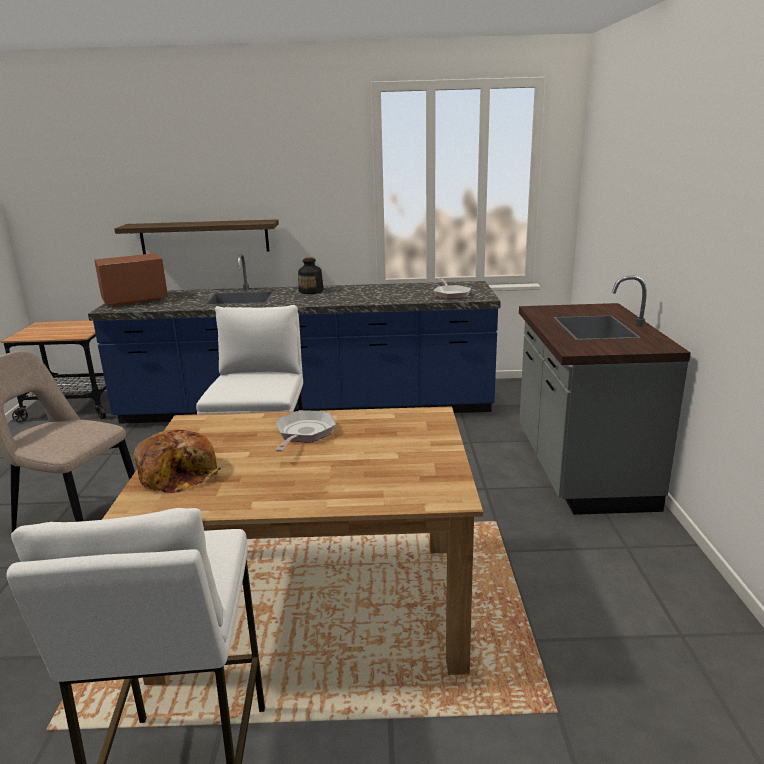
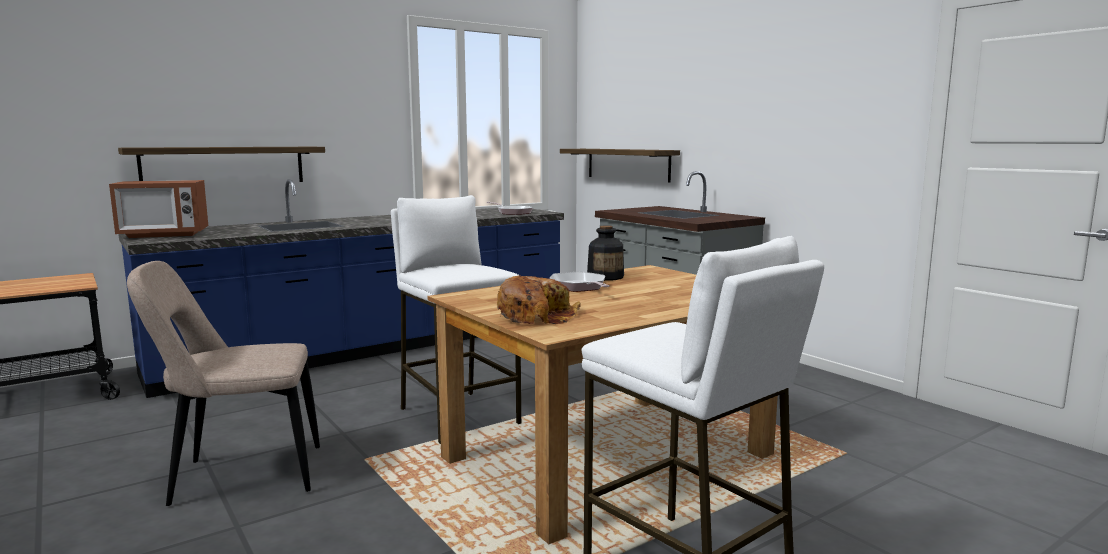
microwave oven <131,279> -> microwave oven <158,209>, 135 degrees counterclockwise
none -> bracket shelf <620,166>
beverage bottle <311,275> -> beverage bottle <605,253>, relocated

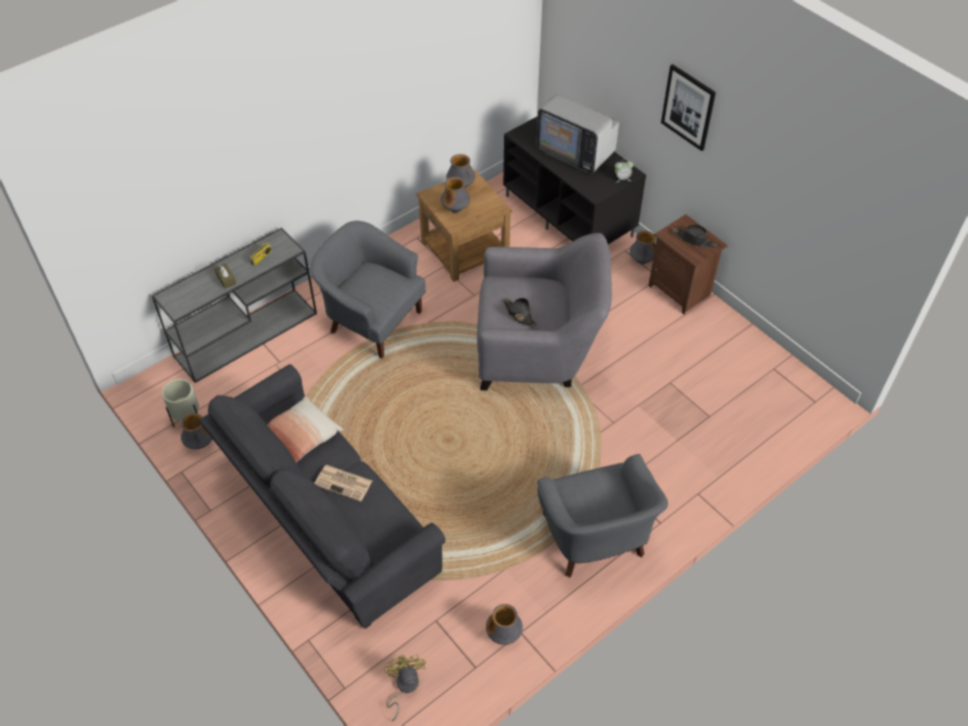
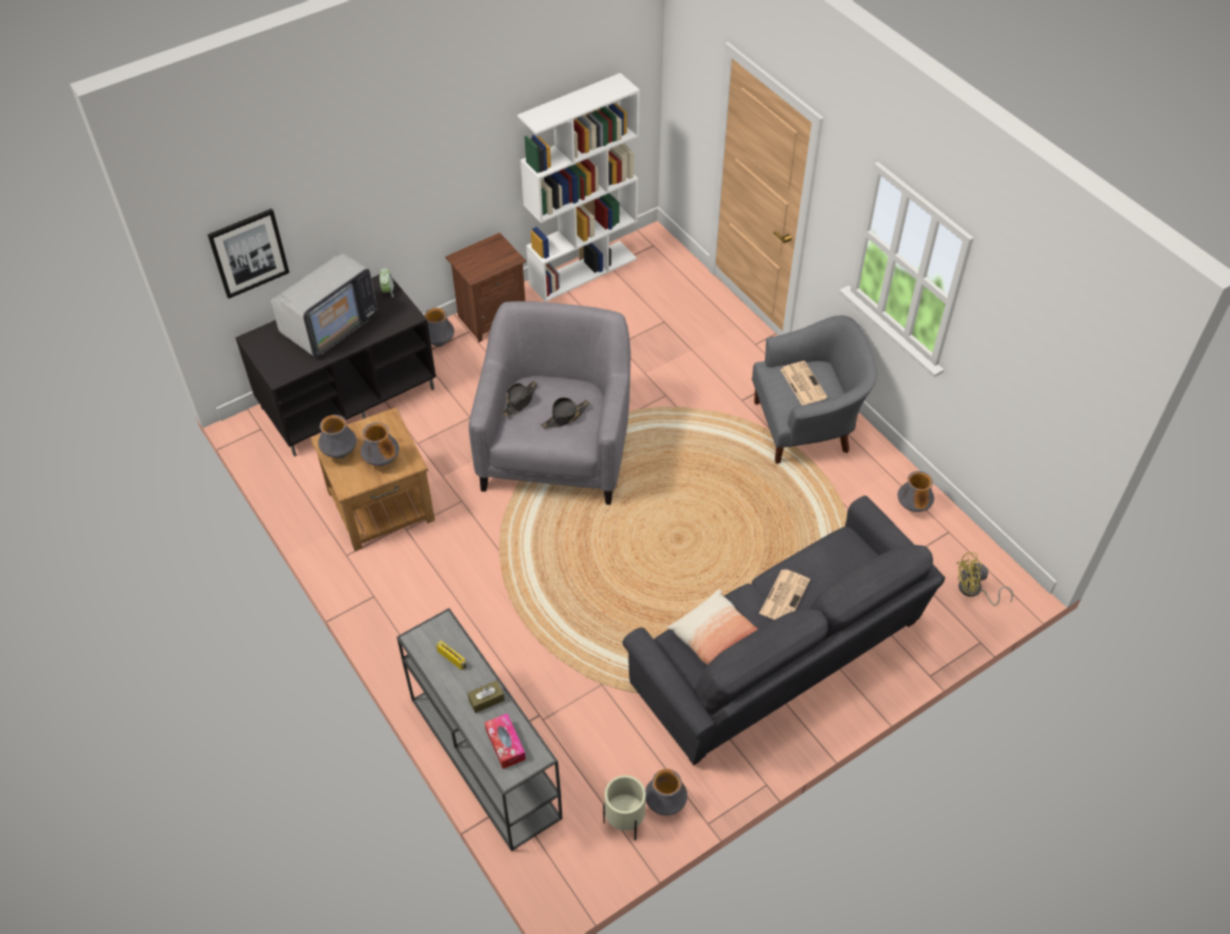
wall art <688,107> -> wall art <248,253>, relocated
none -> tissue holder <505,741>
blackish wearable hat <695,236> -> blackish wearable hat <520,399>, relocated
none -> white-coloured bookcase <578,187>
none -> printed paper <804,383>
greyish easy chair <368,289> -> none

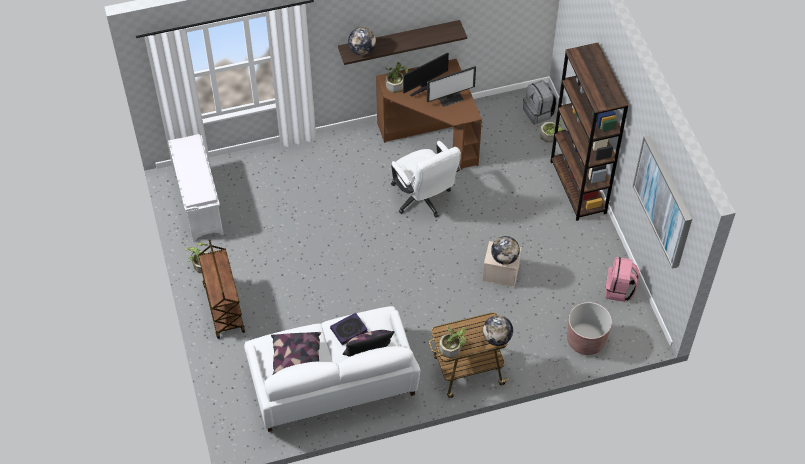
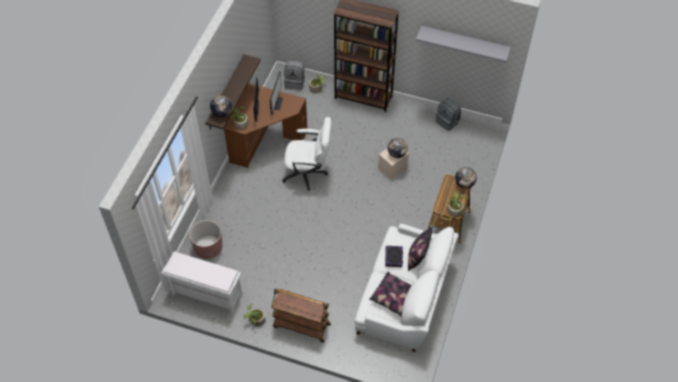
brown planter <589,328> -> brown planter <206,239>, relocated
wall art <662,202> -> greyish bracket shelf <463,44>
pink-coloured rucksack <622,279> -> greyish rucksack <448,114>

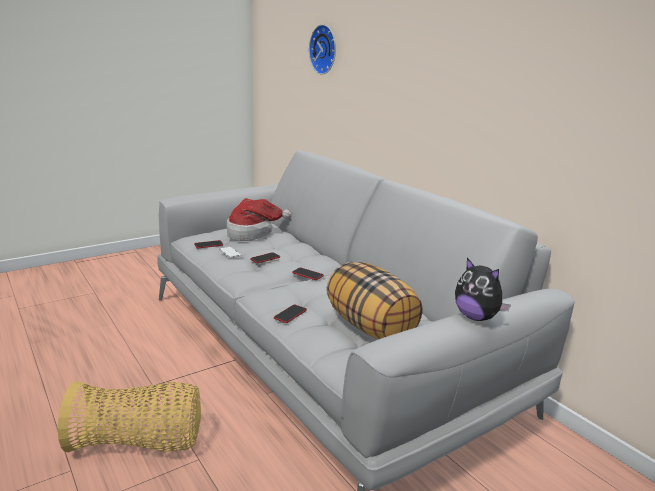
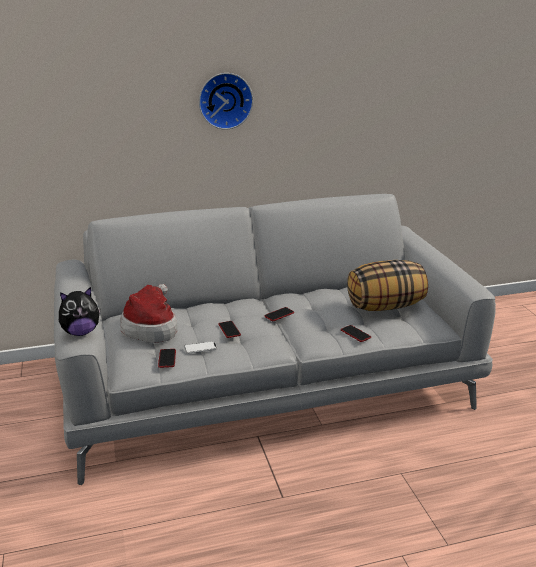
soft toy <483,289> -> soft toy <79,311>, relocated
hanging clock <322,49> -> hanging clock <226,101>, relocated
basket <129,416> -> none

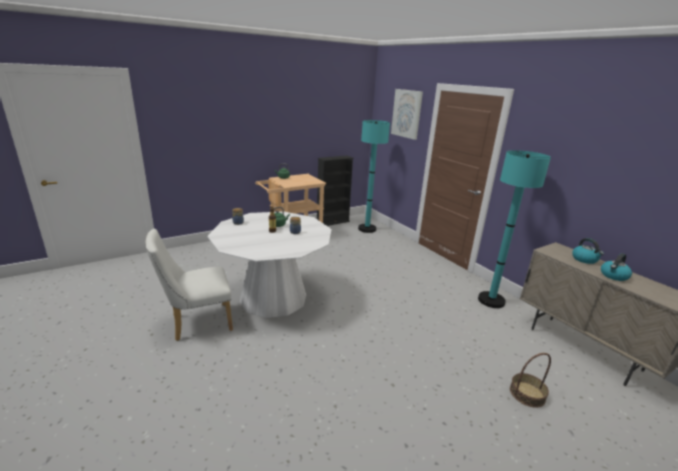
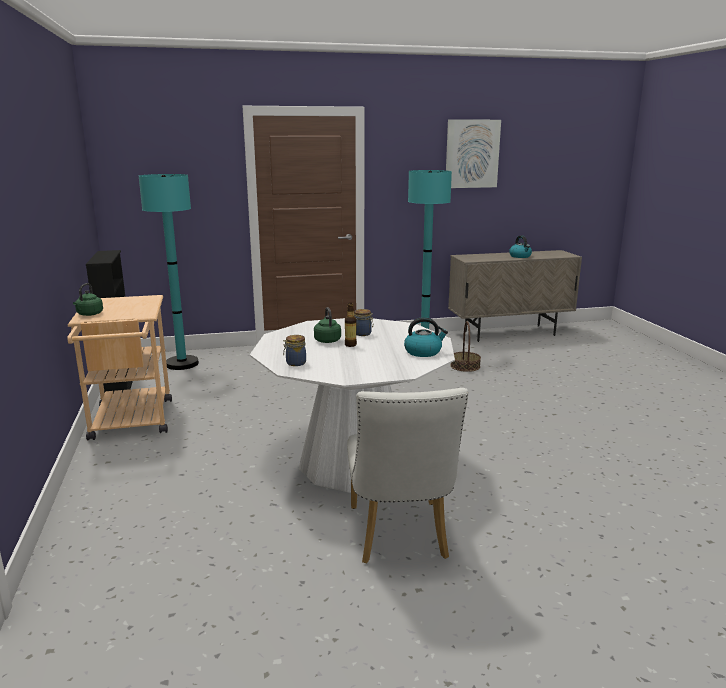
water kettle <588,251> -> water kettle <426,337>, relocated
wall art <407,114> -> wall art <473,153>, relocated
basket <530,380> -> basket <465,346>, relocated

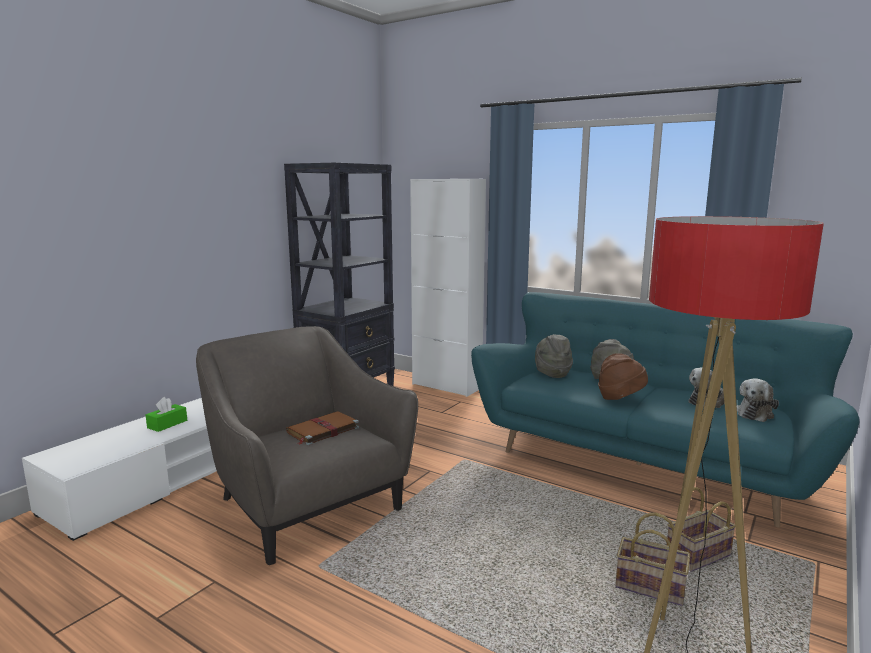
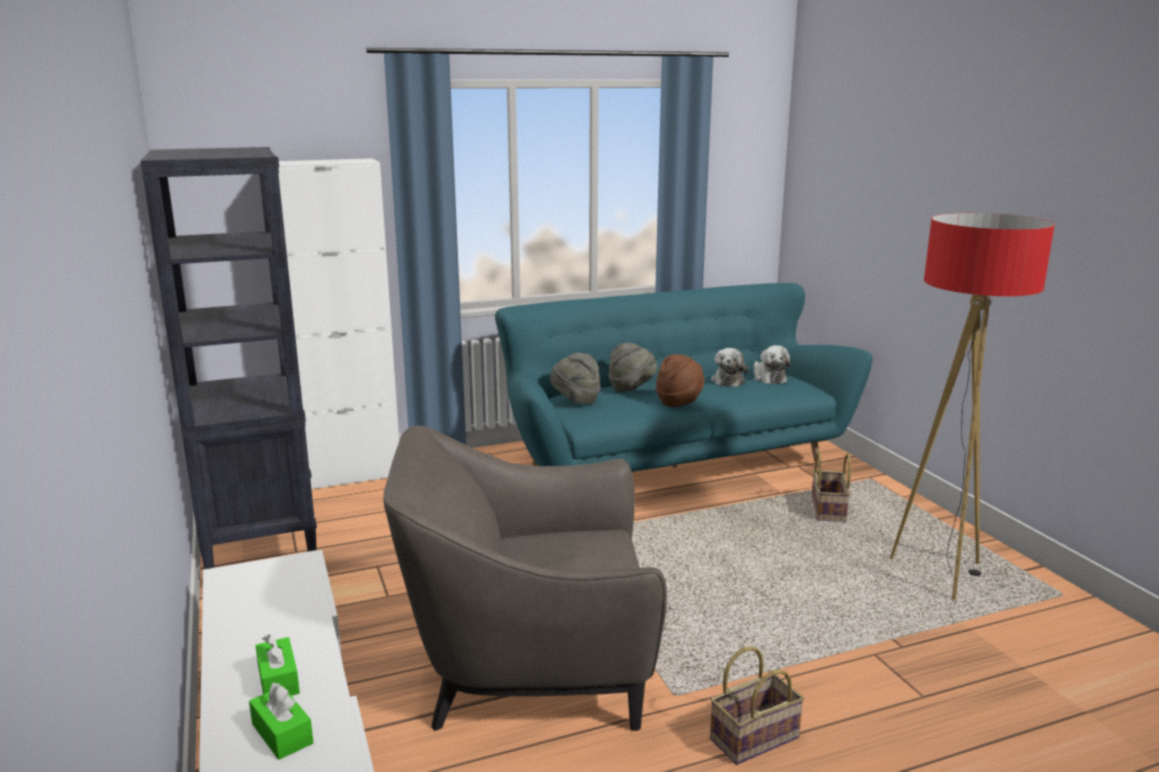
none -> green-coloured tissue holder <281,721>
basket <652,559> -> basket <757,705>, relocated
brown book <322,428> -> none

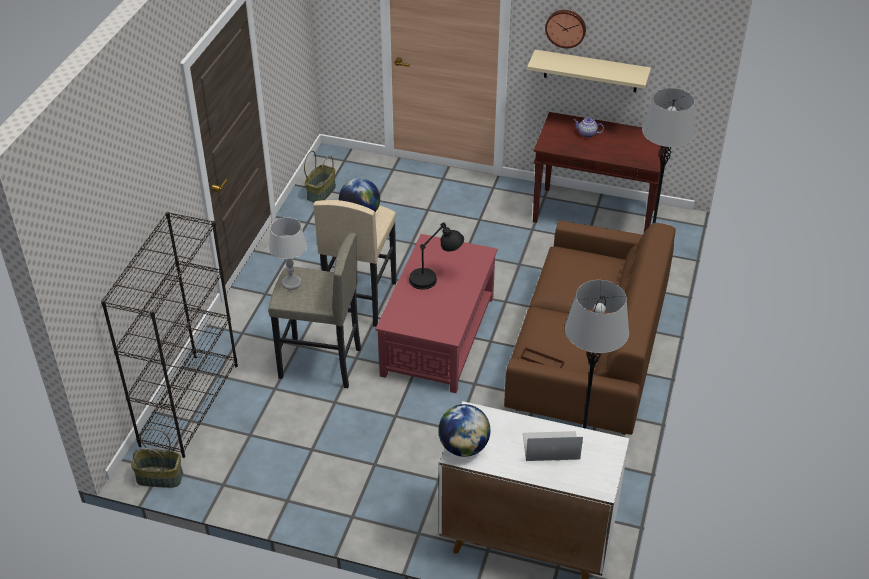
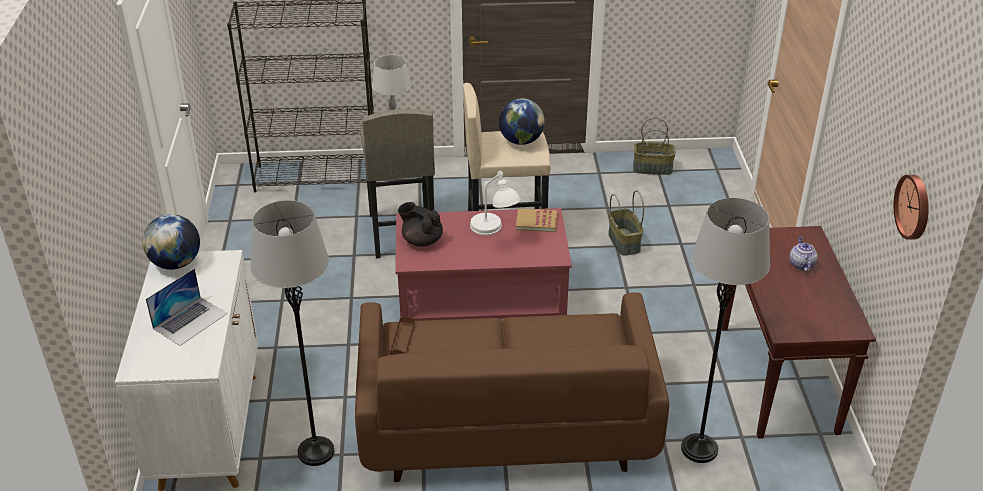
notebook computer <553,446> -> notebook computer <186,307>, 60 degrees clockwise
none -> blackish tea pot <420,224>
blackish table lamp <436,256> -> white-coloured table lamp <495,202>
none -> book <536,220>
basket <157,458> -> basket <626,223>, relocated
hanging clock <565,29> -> hanging clock <911,207>, relocated
sand-coloured bracket shelf <589,71> -> none

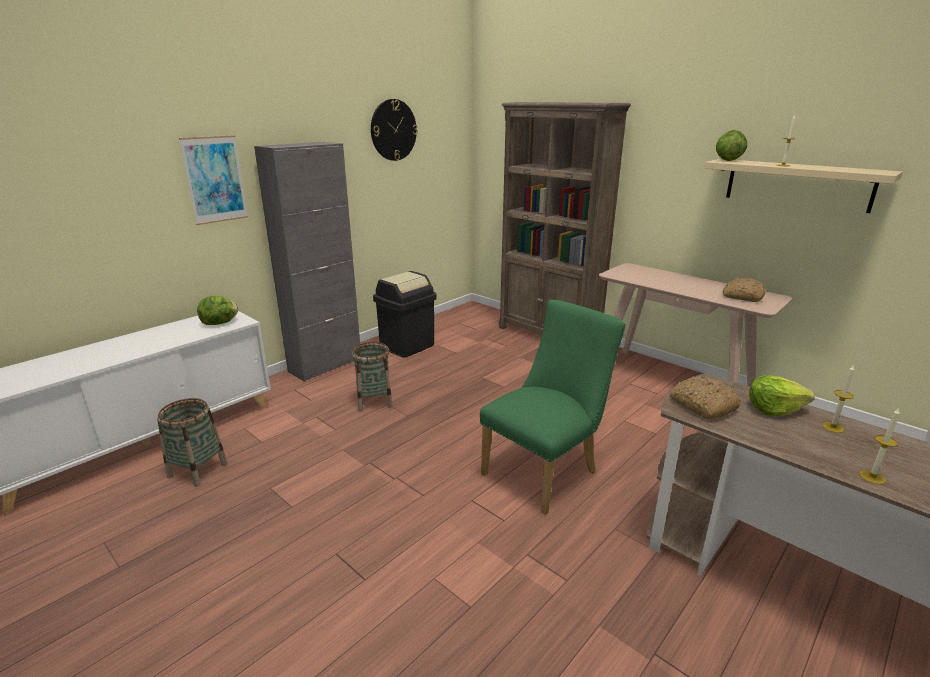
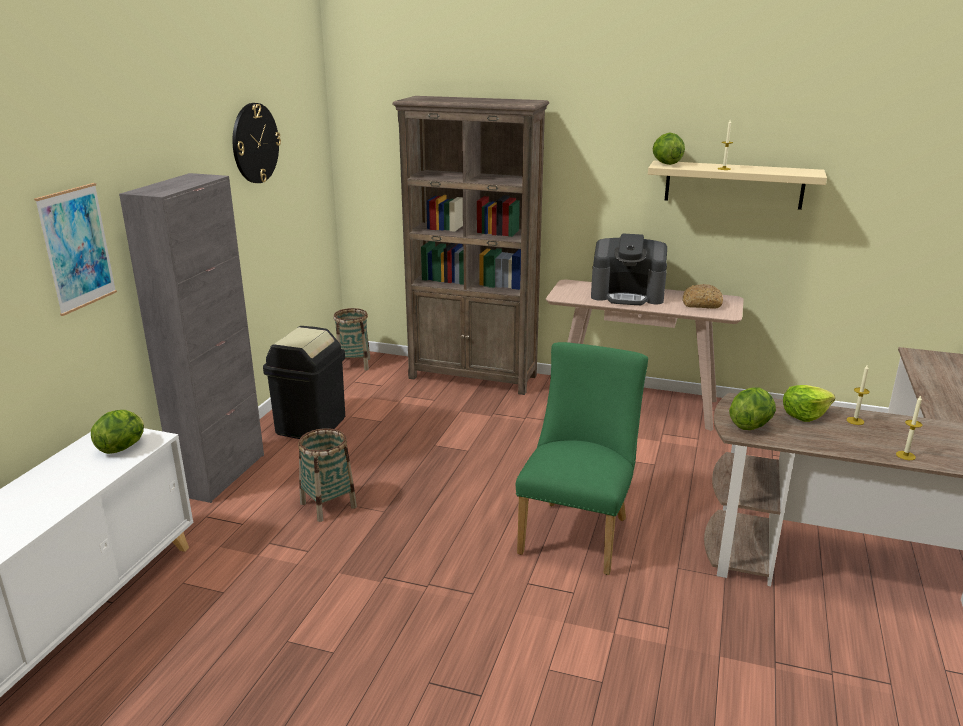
basket <192,442> -> basket <351,339>, relocated
none -> coffee brewer <629,269>
bread <705,397> -> lettuce <752,408>

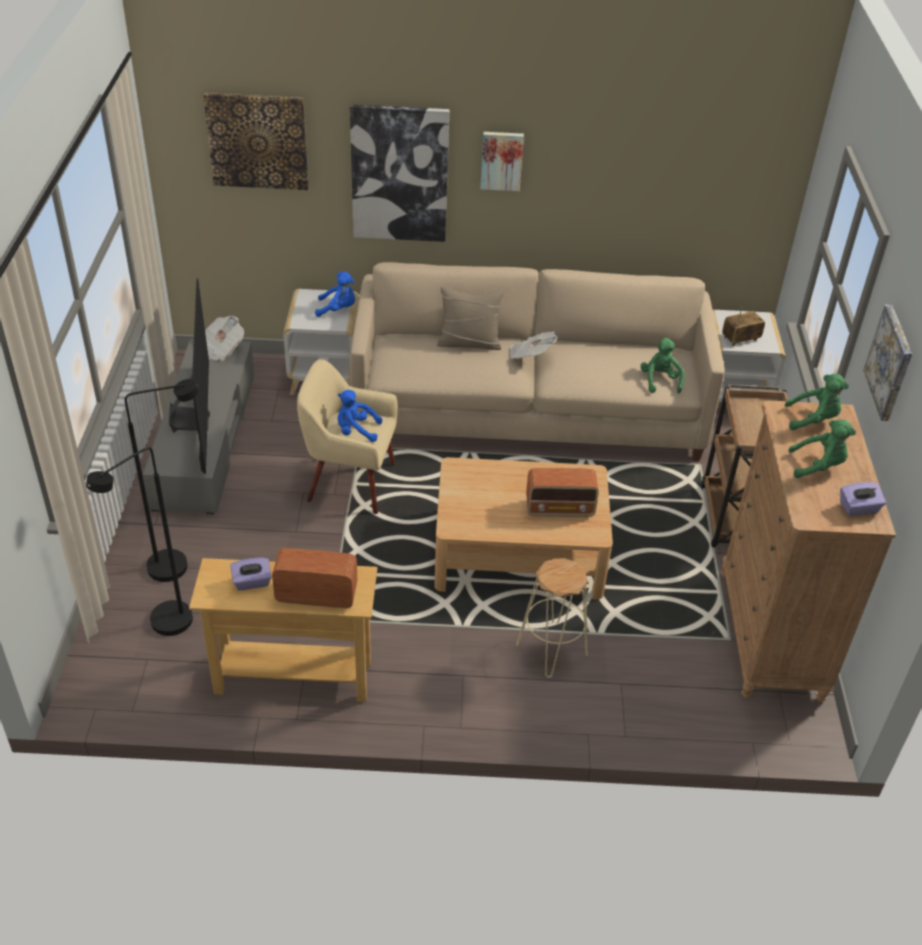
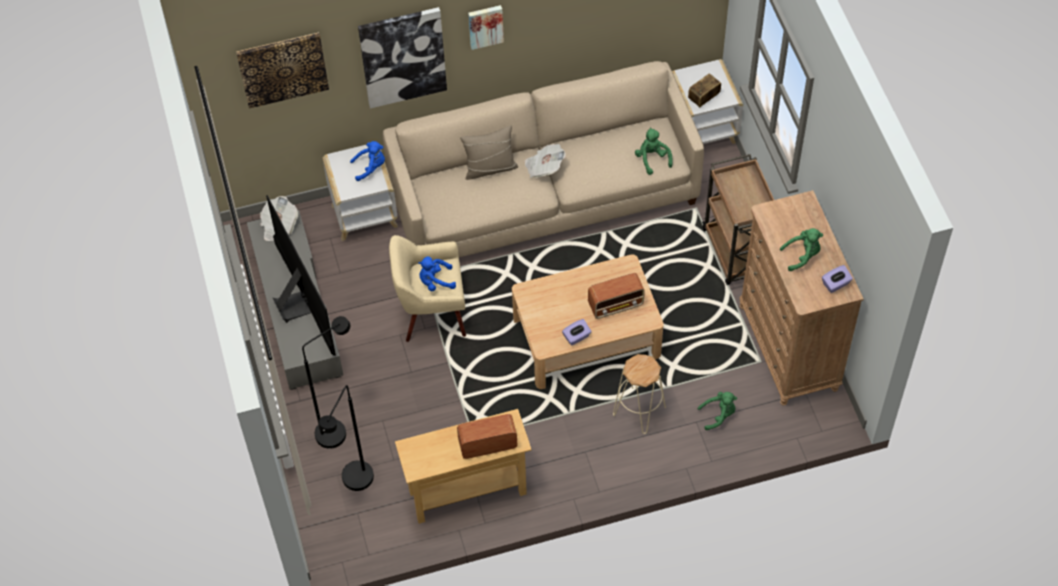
purplish tissue holder <250,573> -> purplish tissue holder <576,332>, relocated
green-coloured soft toy <817,402> -> green-coloured soft toy <717,411>, relocated
wall art <887,362> -> none

